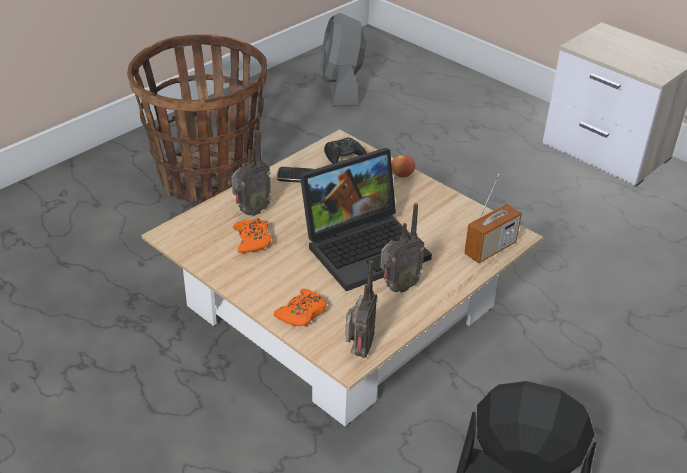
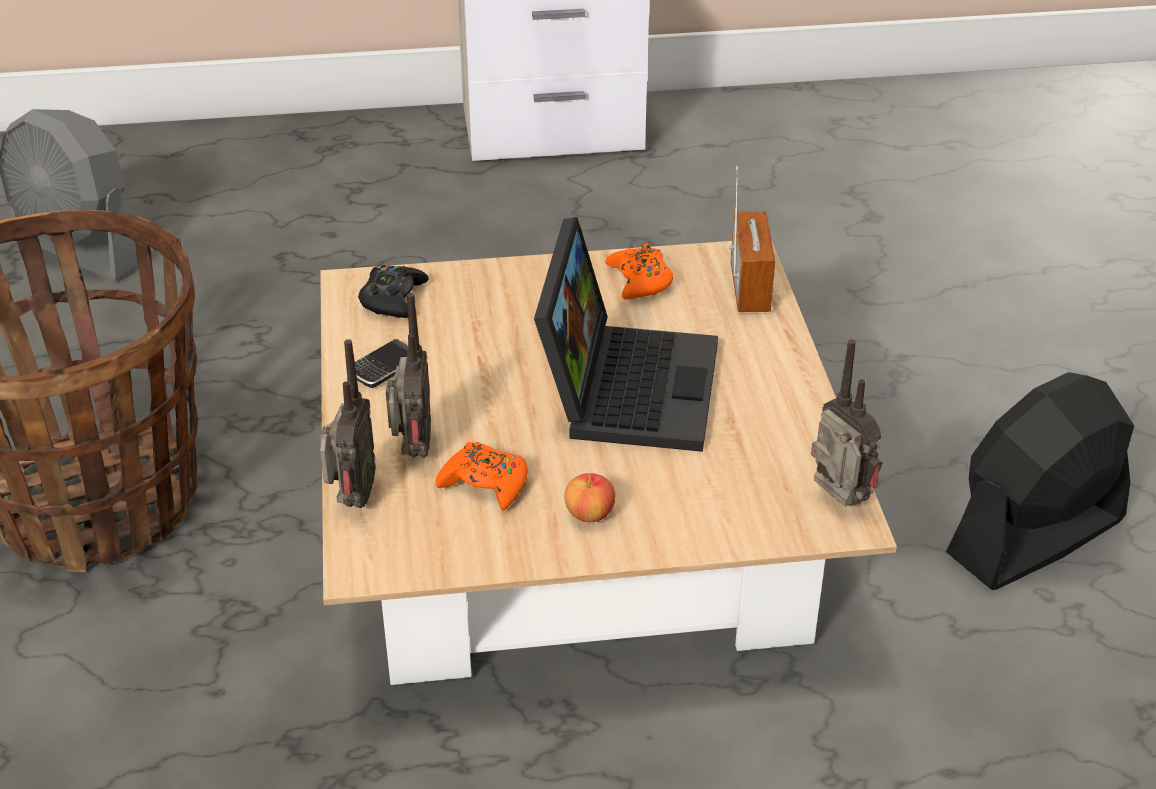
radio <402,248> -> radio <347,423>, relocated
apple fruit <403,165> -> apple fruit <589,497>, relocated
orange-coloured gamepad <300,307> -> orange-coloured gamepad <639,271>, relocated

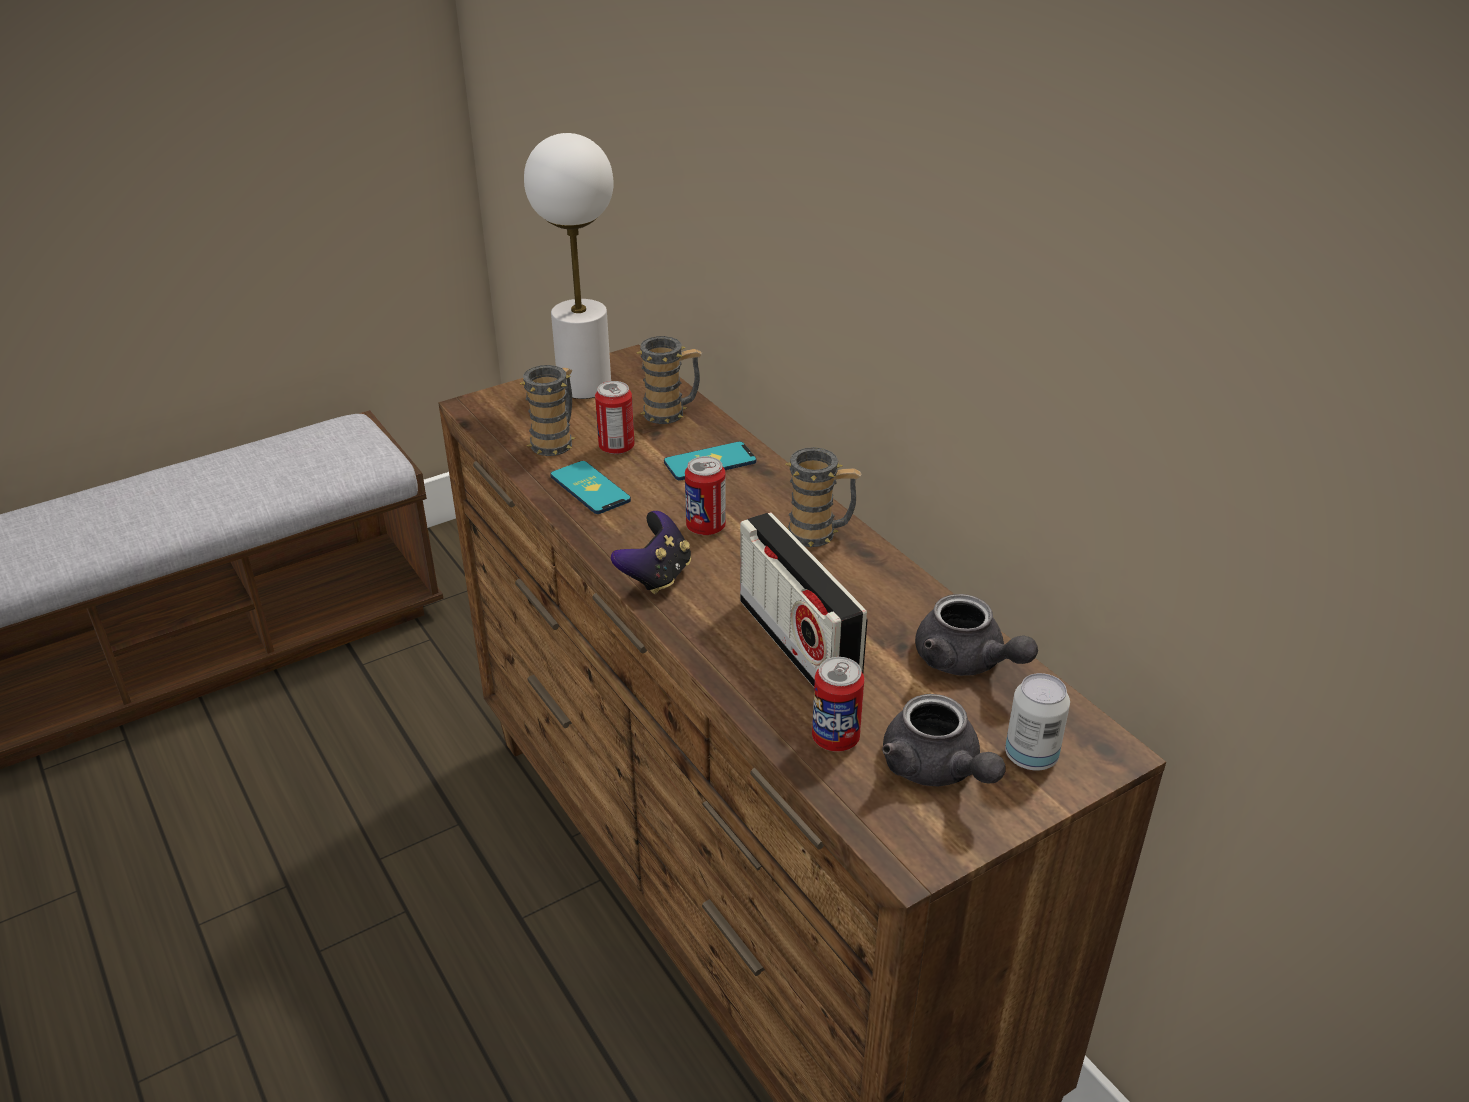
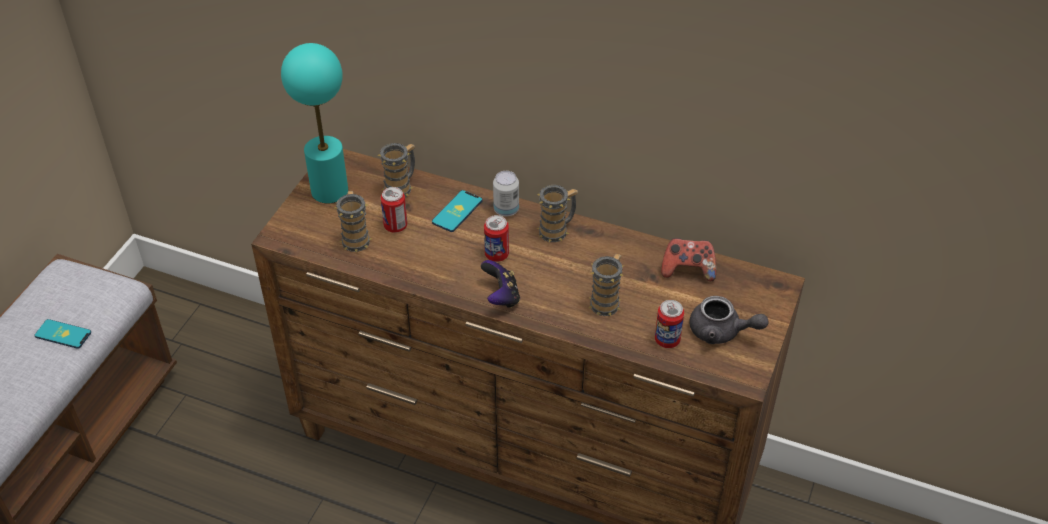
handset <590,487> -> handset <62,334>, relocated
white-coloured table lamp <569,266> -> turquoise table lamp <314,123>
metal can <1037,722> -> metal can <506,194>, relocated
radio <804,599> -> mug <606,285>
greyish tea pot <976,635> -> gamepad <688,259>

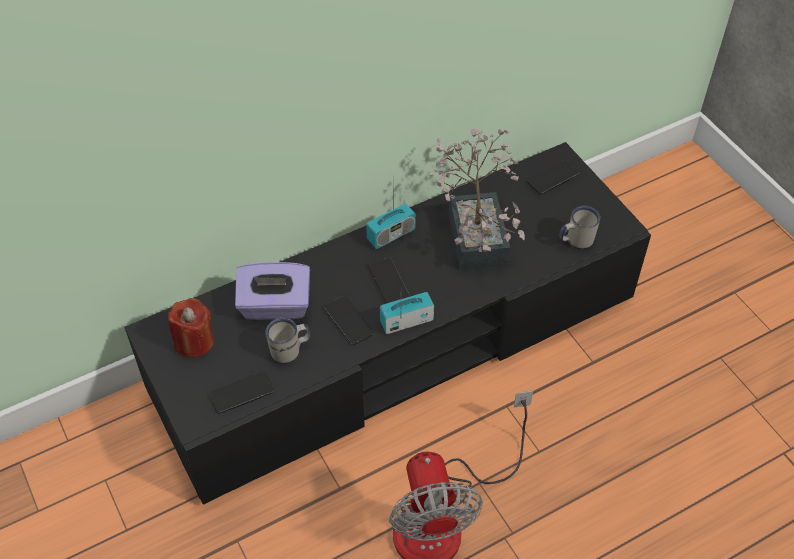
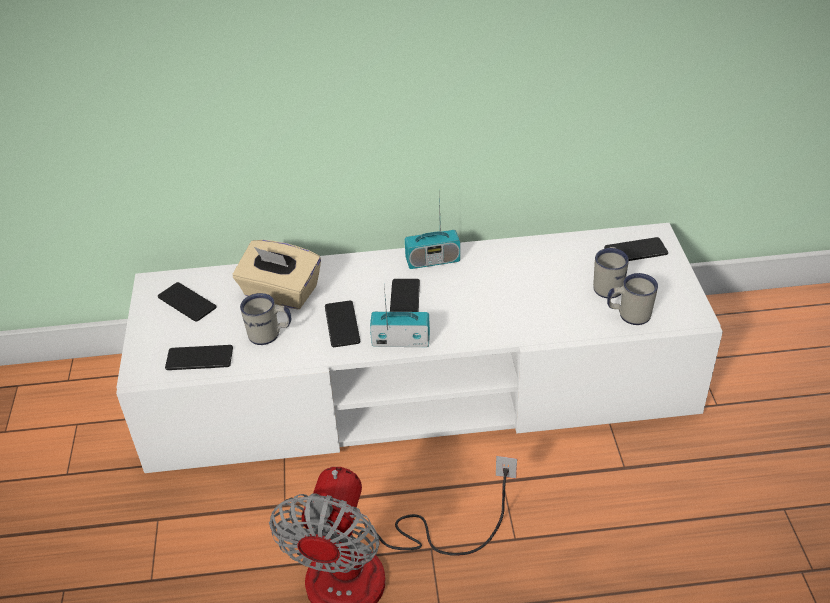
blackish media console <387,323> -> white-coloured media console <419,348>
red-coloured wax candle <191,328> -> handset <187,302>
purplish tissue holder <272,291> -> sand-coloured tissue holder <277,274>
none -> white-coloured mug <611,272>
potted plant <477,199> -> none

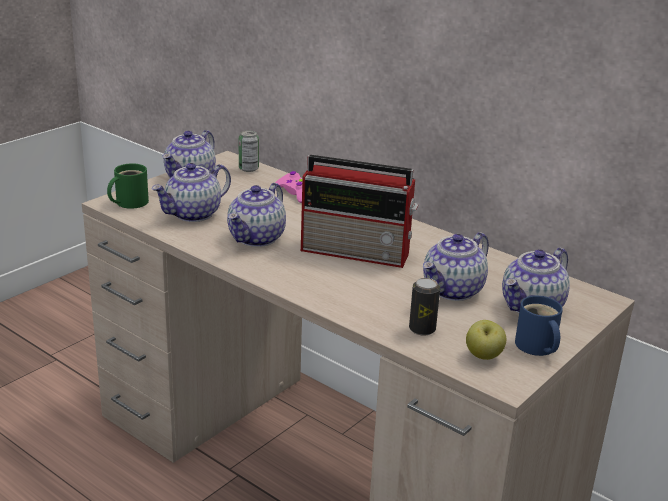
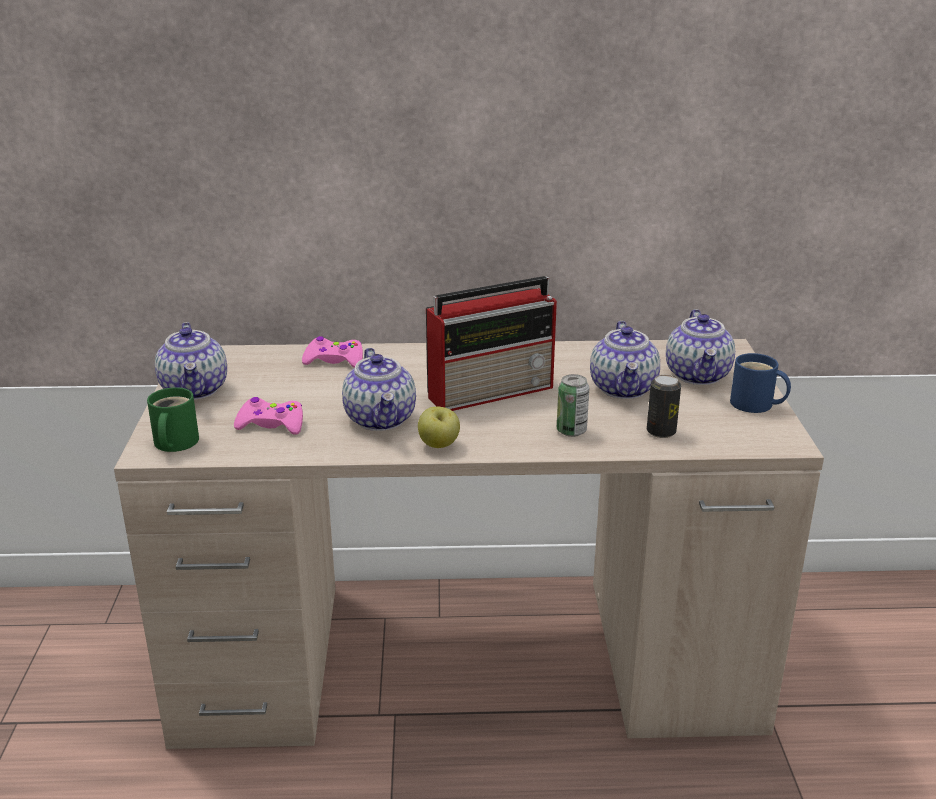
tea pot <191,192> -> pink-coloured gamepad <268,415>
apple fruit <486,340> -> apple fruit <439,427>, relocated
metal can <249,151> -> metal can <573,405>, relocated

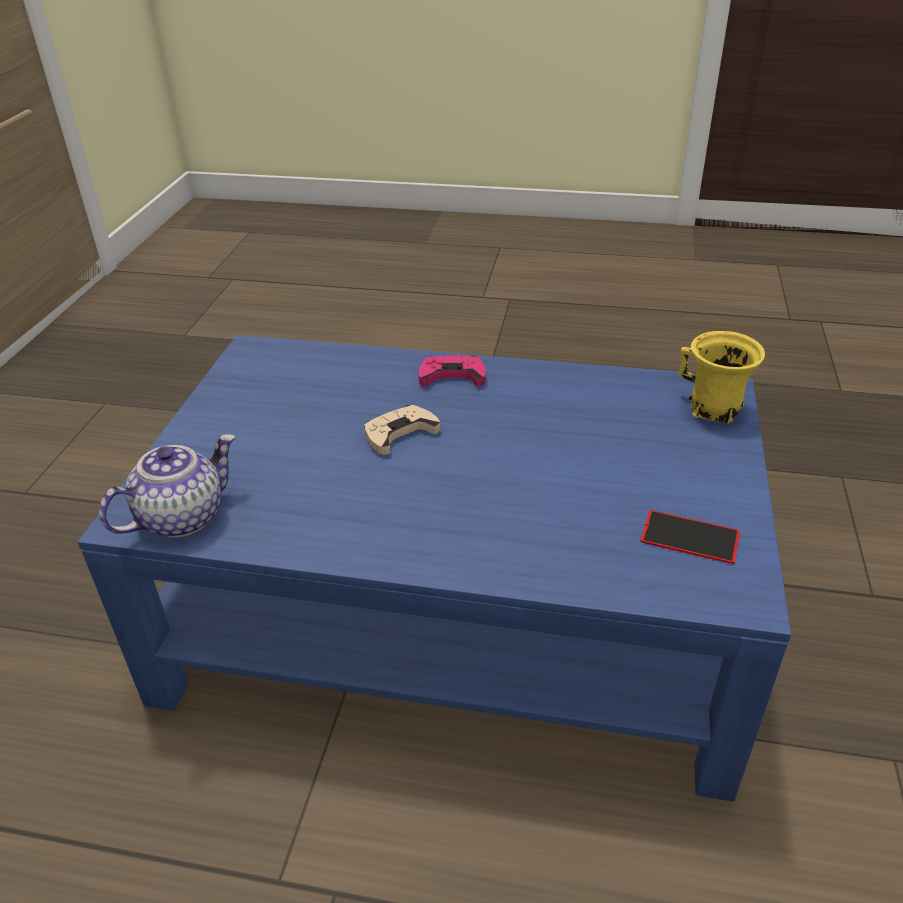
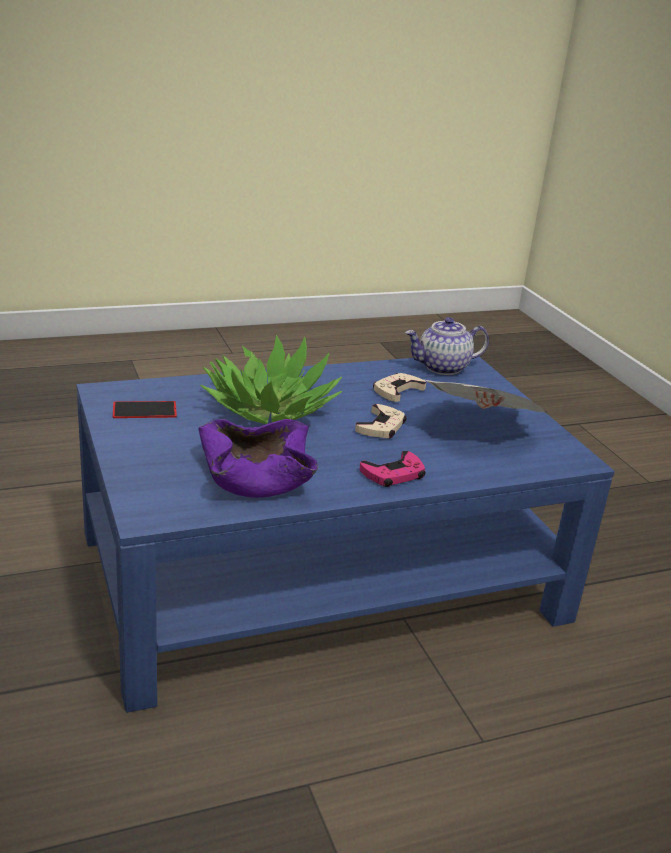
none -> purplish serving bowl <258,458>
none -> potted plant <271,379>
none -> sand-coloured gamepad <399,387>
tea pot <167,486> -> tea pot <447,346>, 60 degrees clockwise
none -> printed paper <486,396>
yellow mug <722,377> -> none

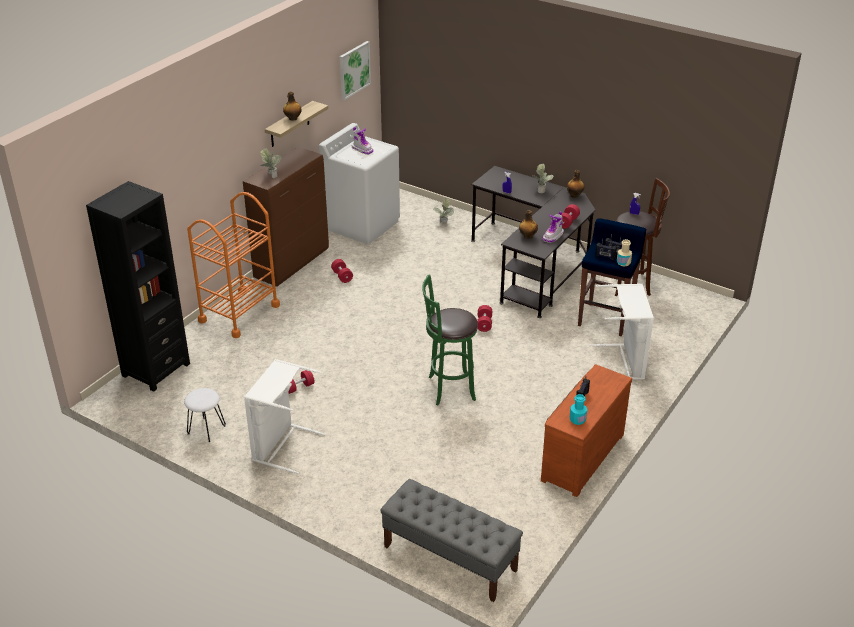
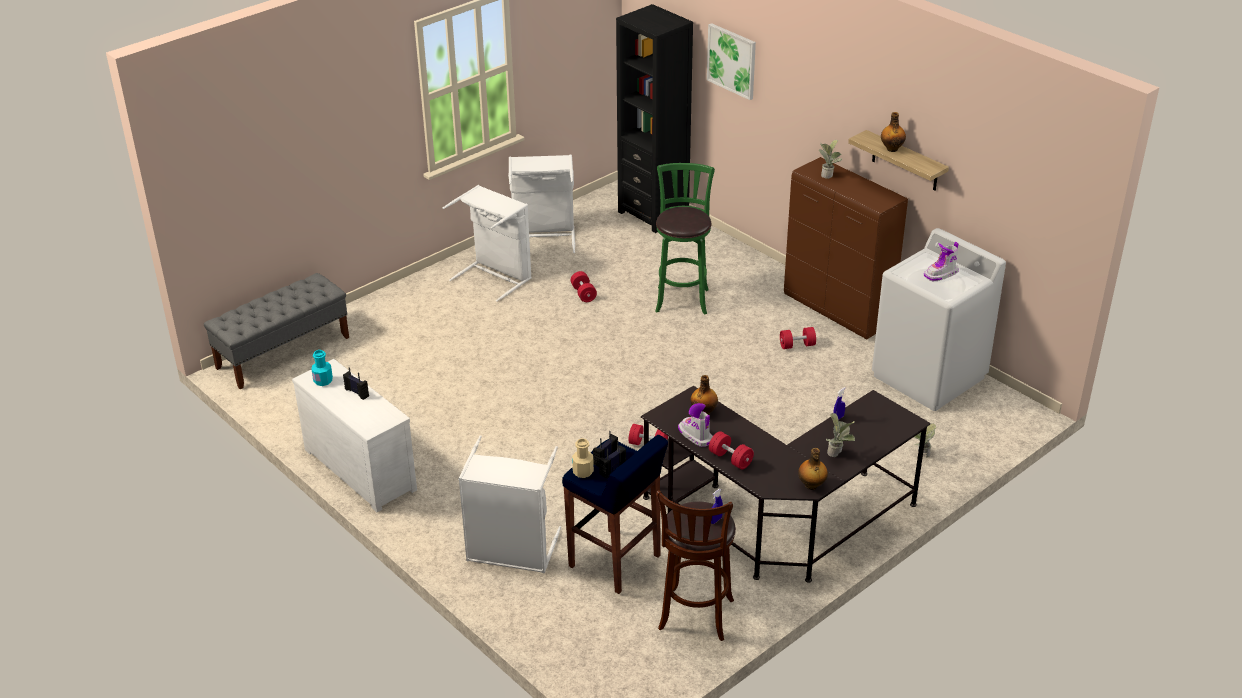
brown chest of drawers <586,430> -> white-coloured chest of drawers <354,435>
white-coloured sitting stool <205,415> -> white-coloured laundry basket <542,203>
green-coloured sitting stool <450,340> -> green-coloured sitting stool <685,239>, relocated
wall art <355,70> -> wall art <731,61>, relocated
orange-coloured wheeled cart <233,265> -> none

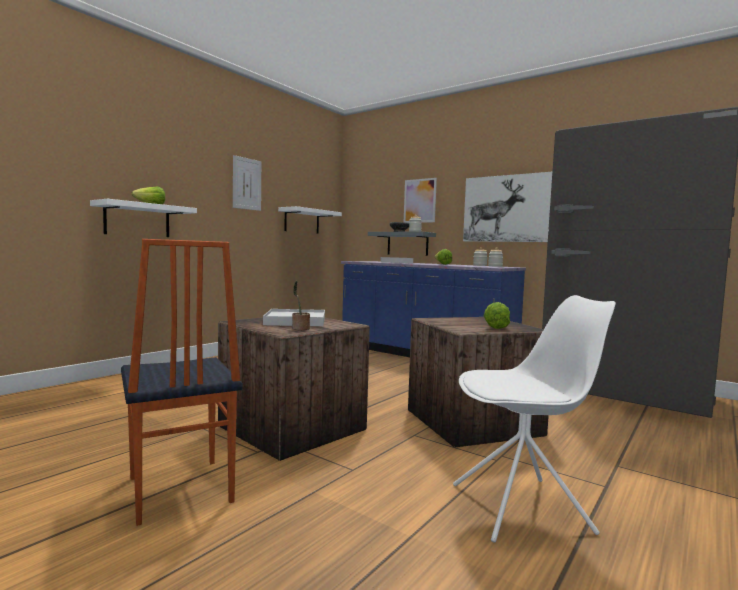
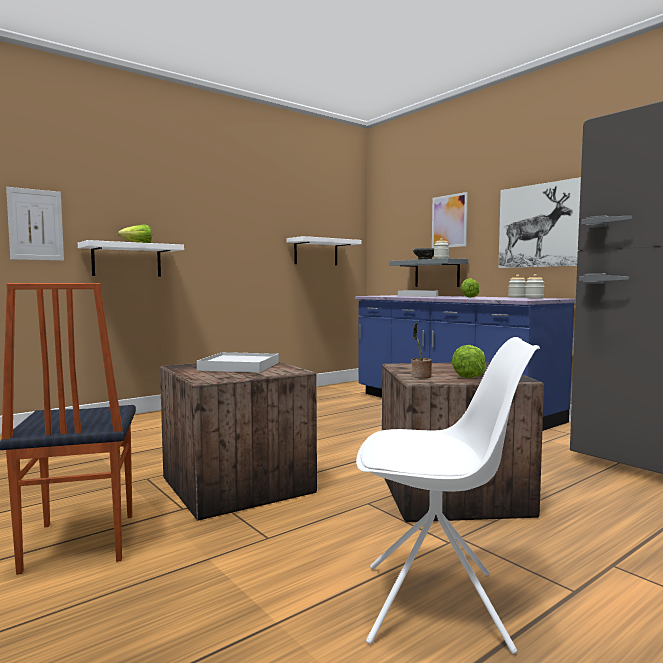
wall art <247,183> -> wall art <35,224>, relocated
potted plant <301,305> -> potted plant <421,350>, relocated

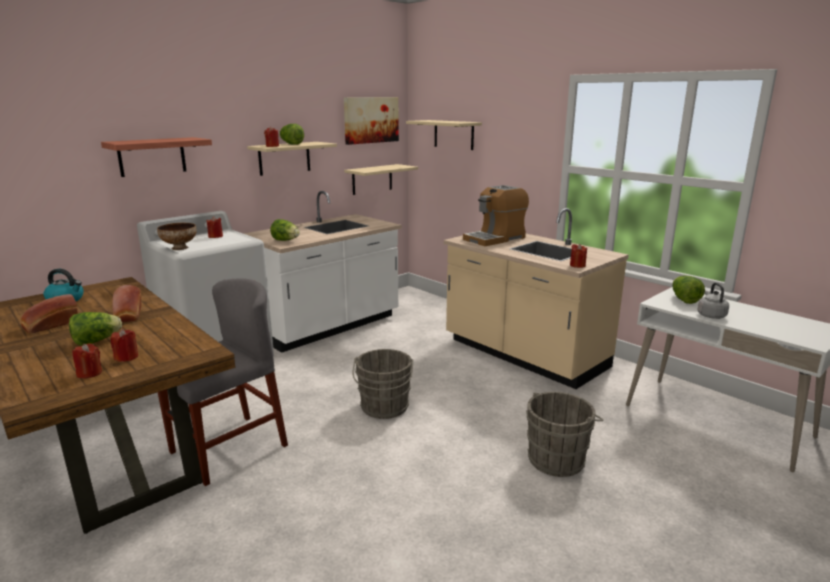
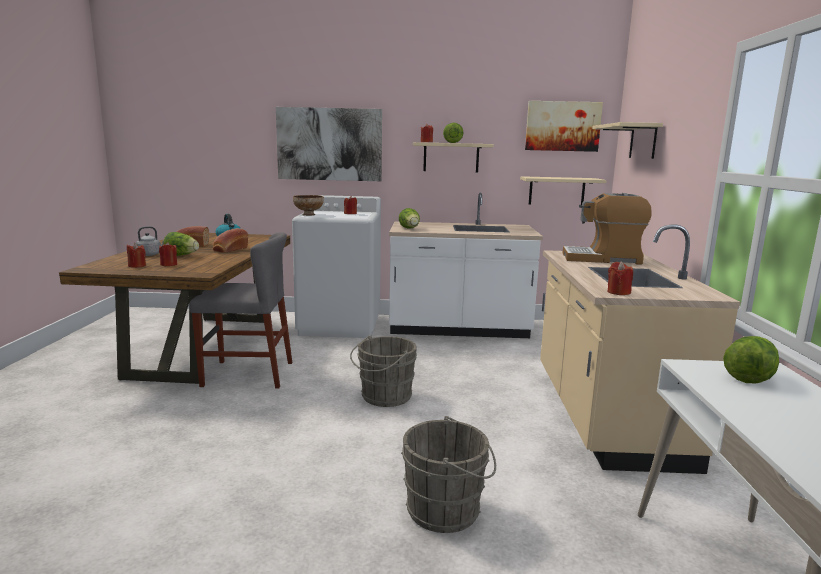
greyish water kettle <713,301> -> greyish water kettle <150,241>, relocated
bracket shelf <156,157> -> wall art <329,144>

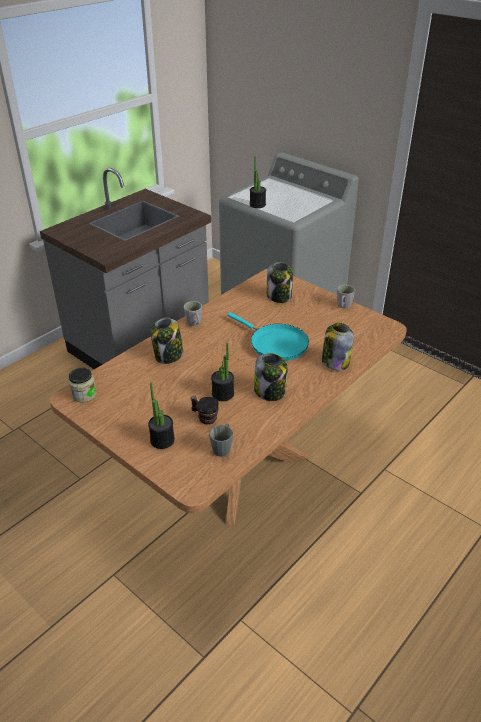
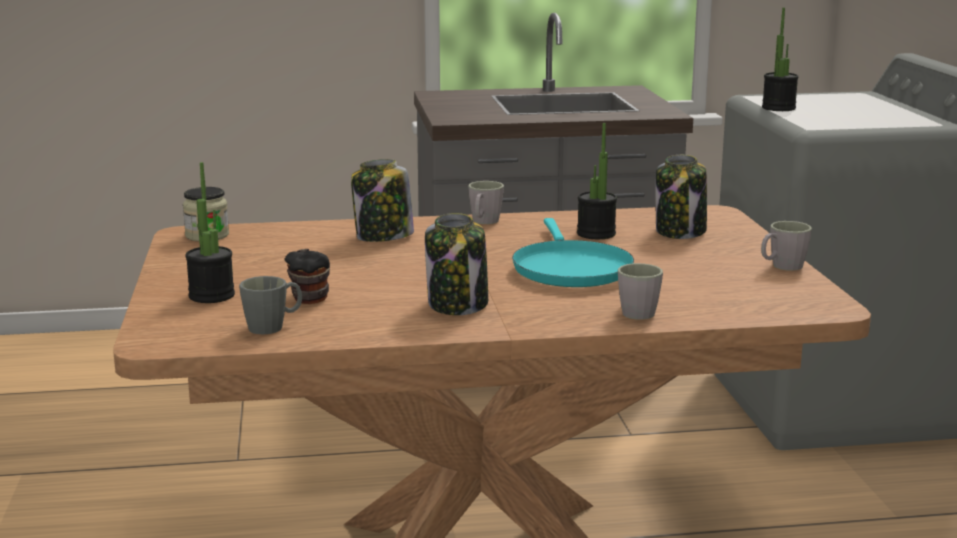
potted plant <222,372> -> potted plant <597,181>, relocated
preserve jar <338,346> -> greyish mug <640,291>

